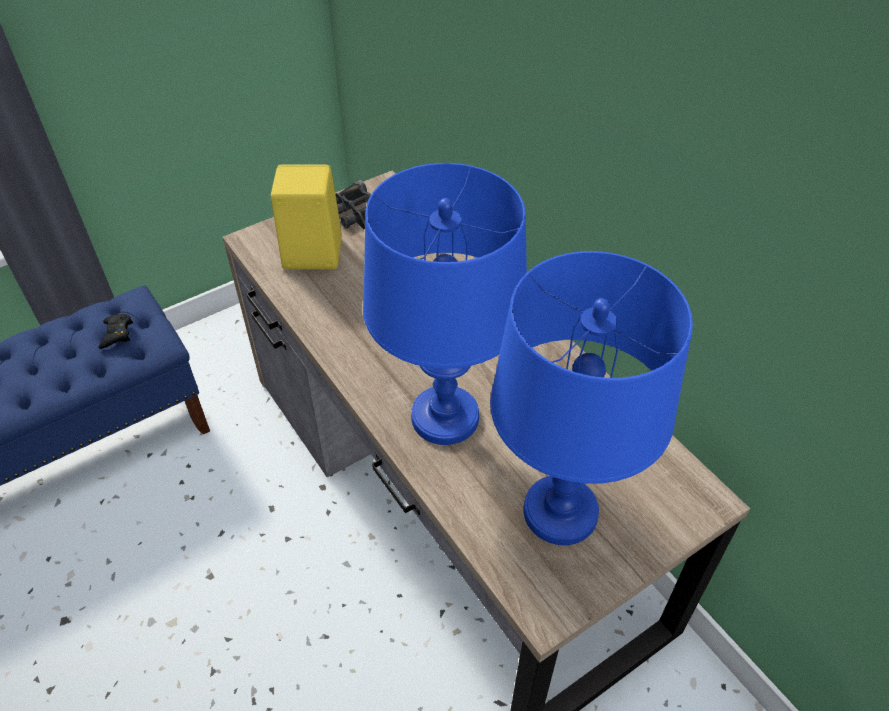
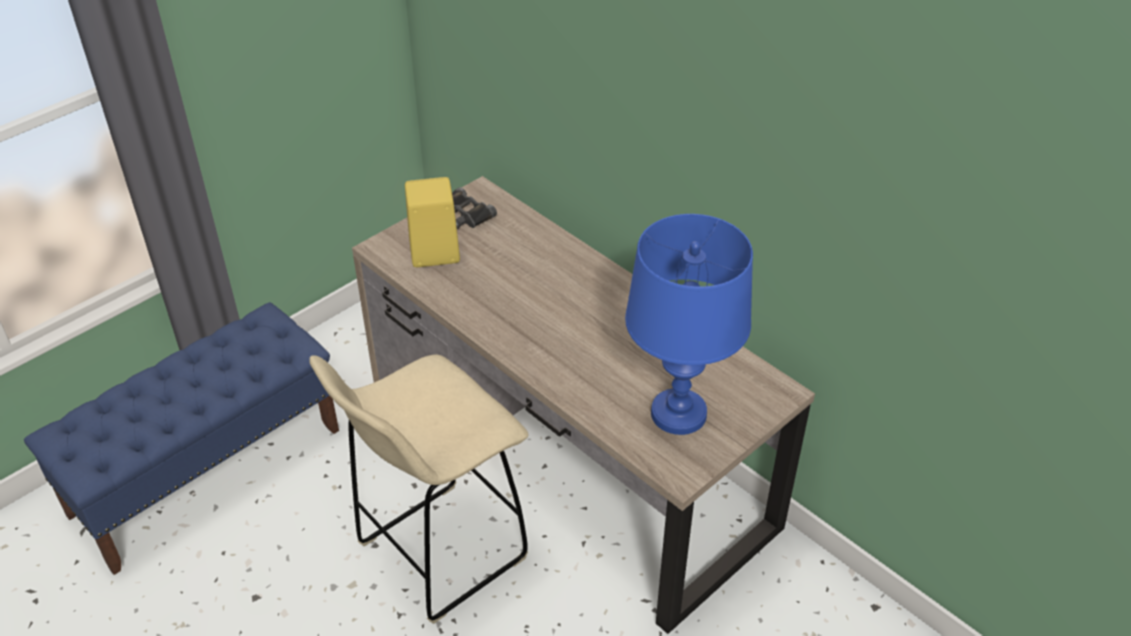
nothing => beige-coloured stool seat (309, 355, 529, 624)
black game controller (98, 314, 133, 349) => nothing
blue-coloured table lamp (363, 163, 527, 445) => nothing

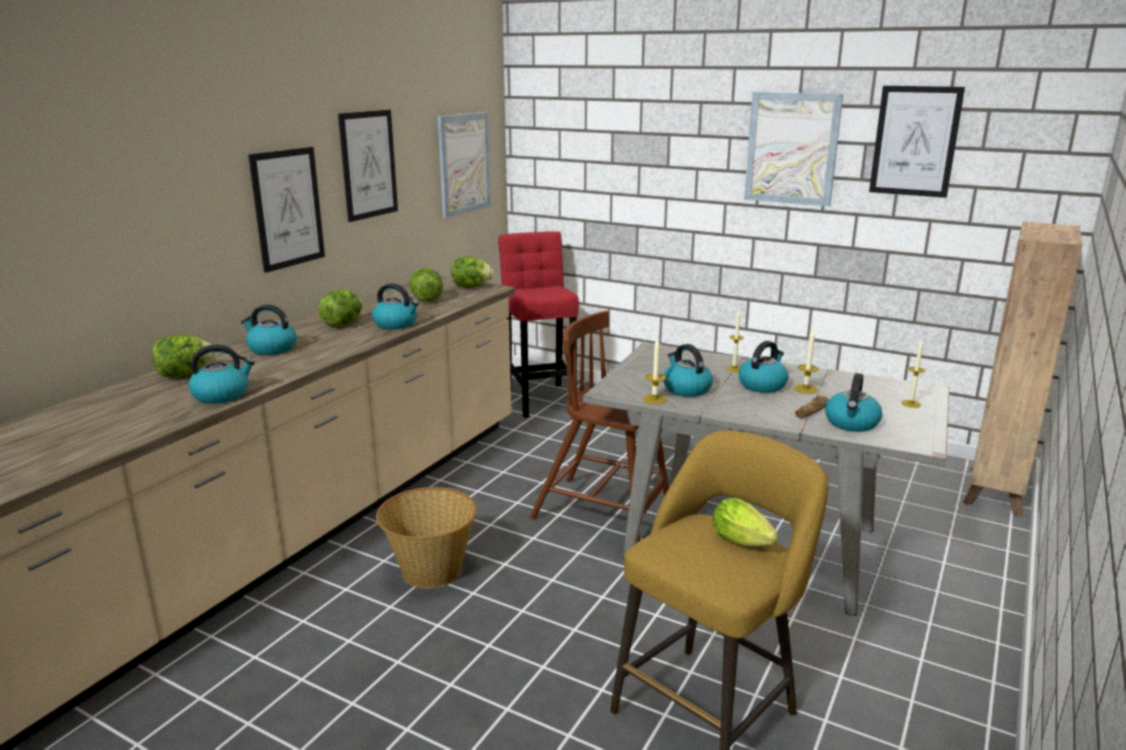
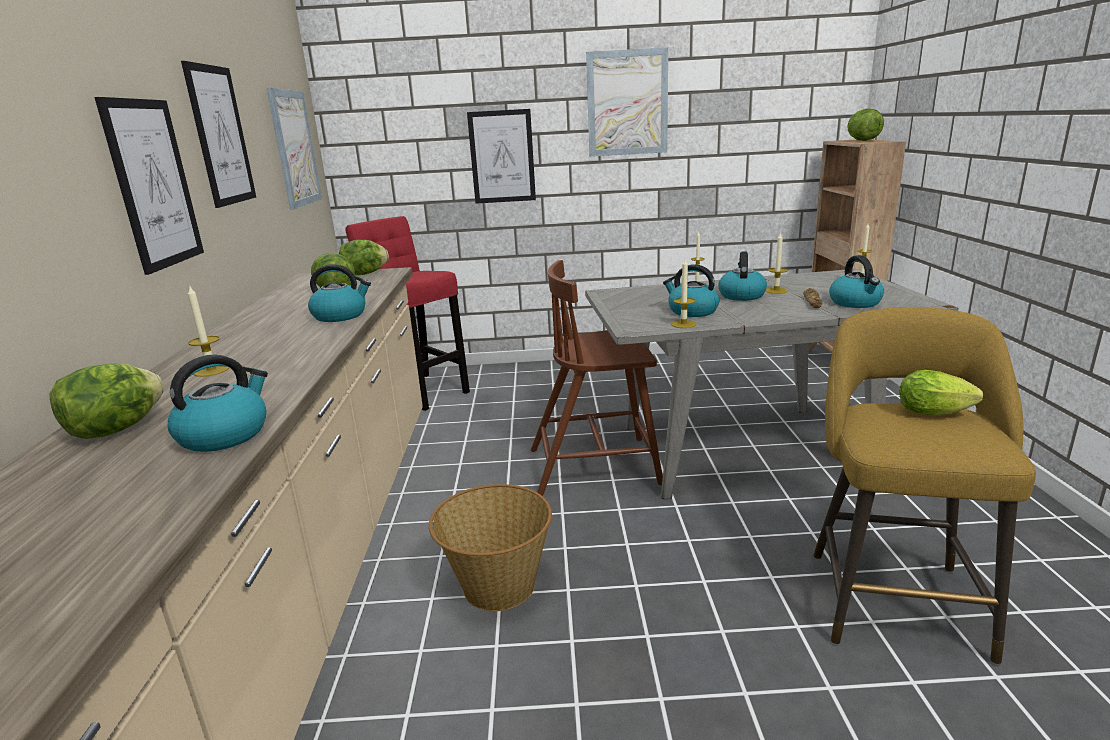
kettle (241, 305, 297, 355) => wax light (188, 285, 229, 377)
picture (869, 86, 965, 198) => picture (467, 109, 536, 204), shifted
head of lettuce (318, 289, 363, 327) => head of lettuce (847, 109, 884, 141), shifted

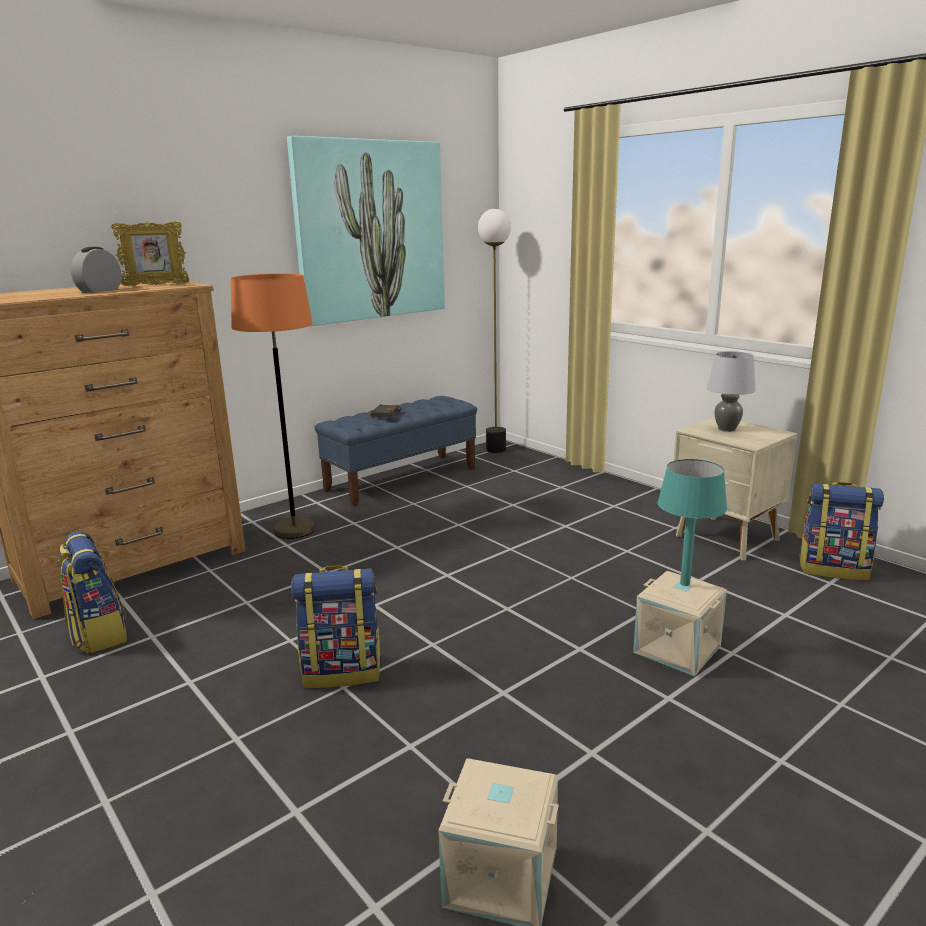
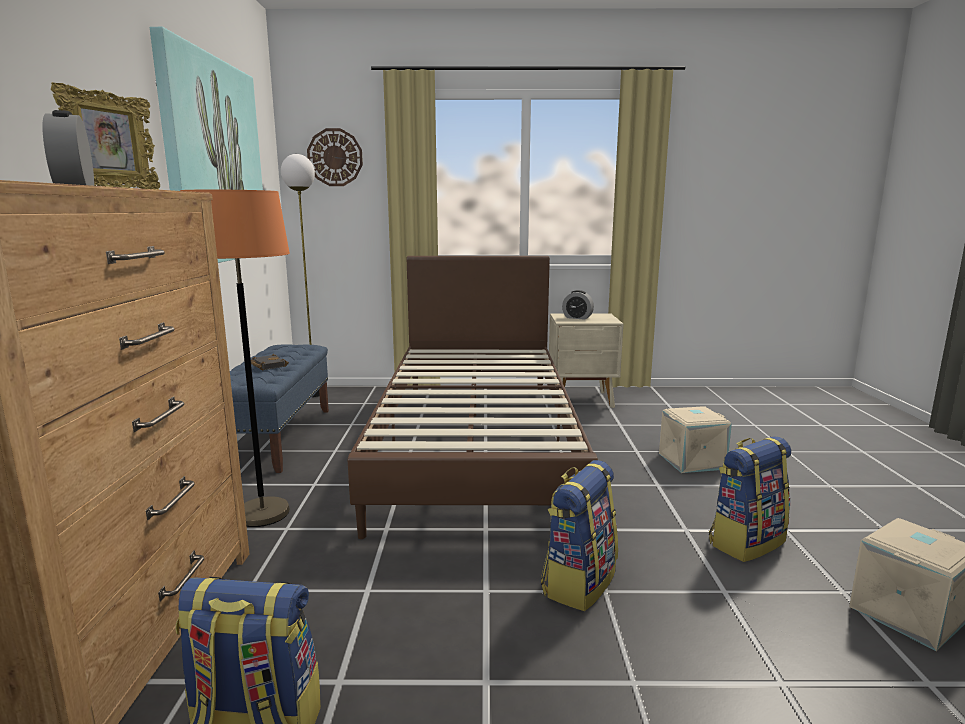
nothing => wall clock (307, 128, 363, 186)
nothing => brown-coloured bedroom bed (348, 256, 598, 539)
greyish table lamp (707, 351, 756, 432) => bedside clock (562, 290, 594, 320)
backpack (799, 482, 884, 581) => backpack (709, 436, 791, 562), shifted
blue-green table lamp (657, 459, 728, 586) => nothing

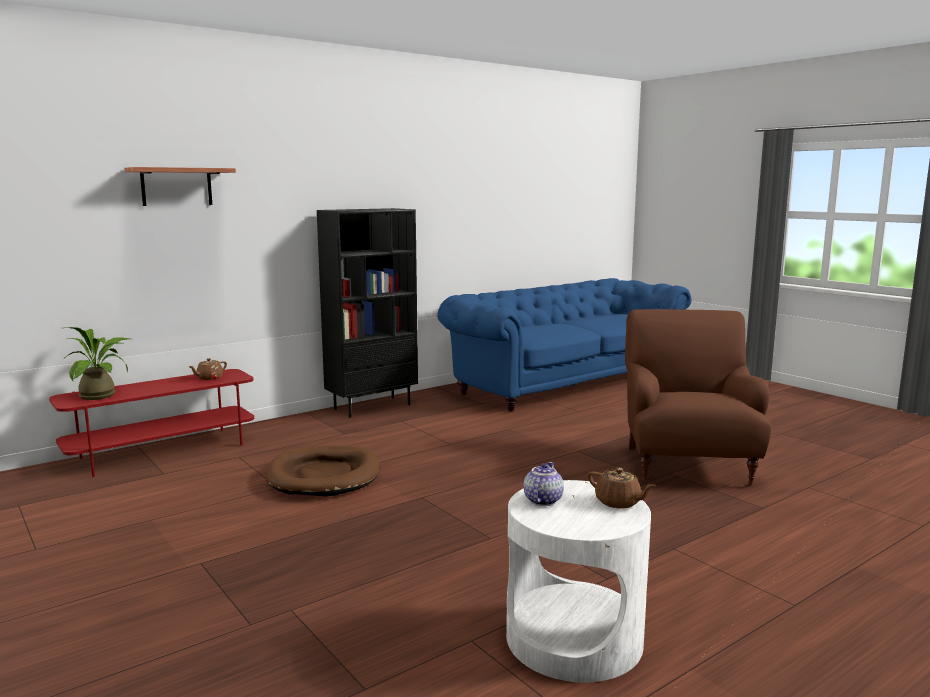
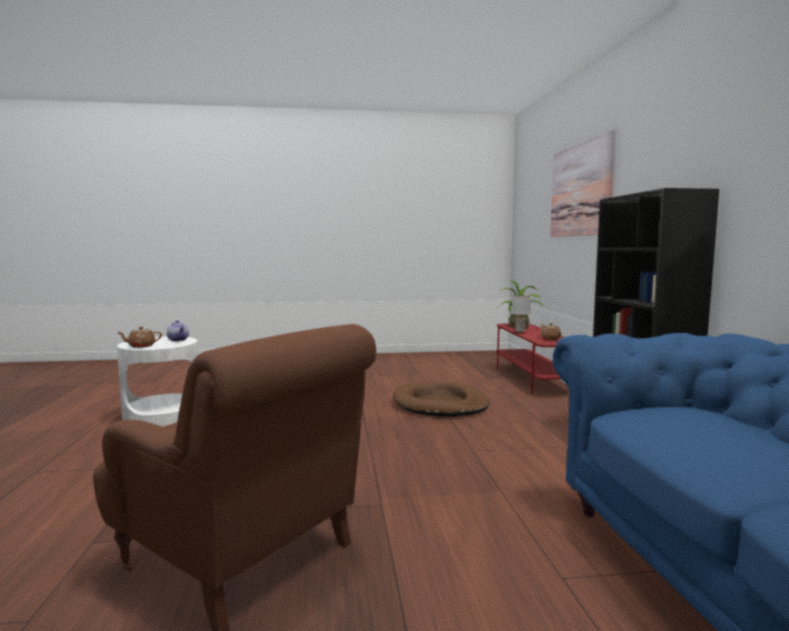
nothing => greyish table lamp (510, 295, 531, 333)
bracket shelf (125, 167, 236, 206) => picture (550, 130, 616, 237)

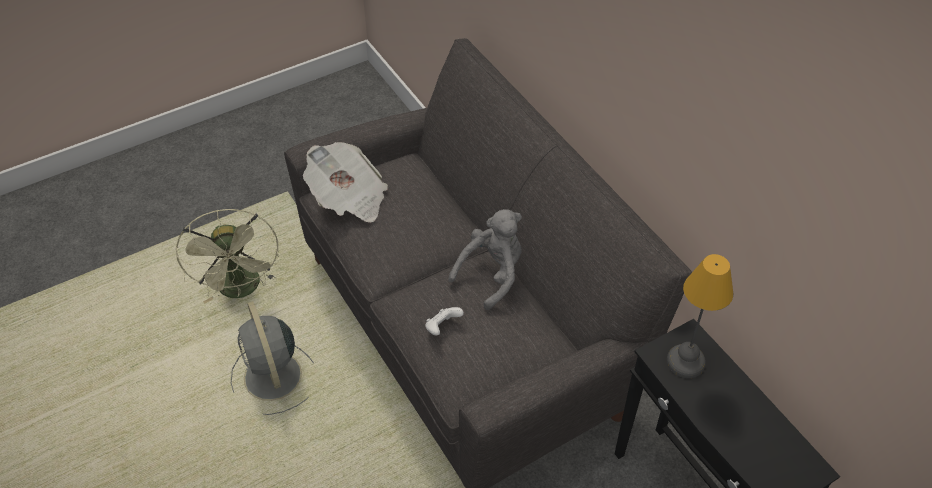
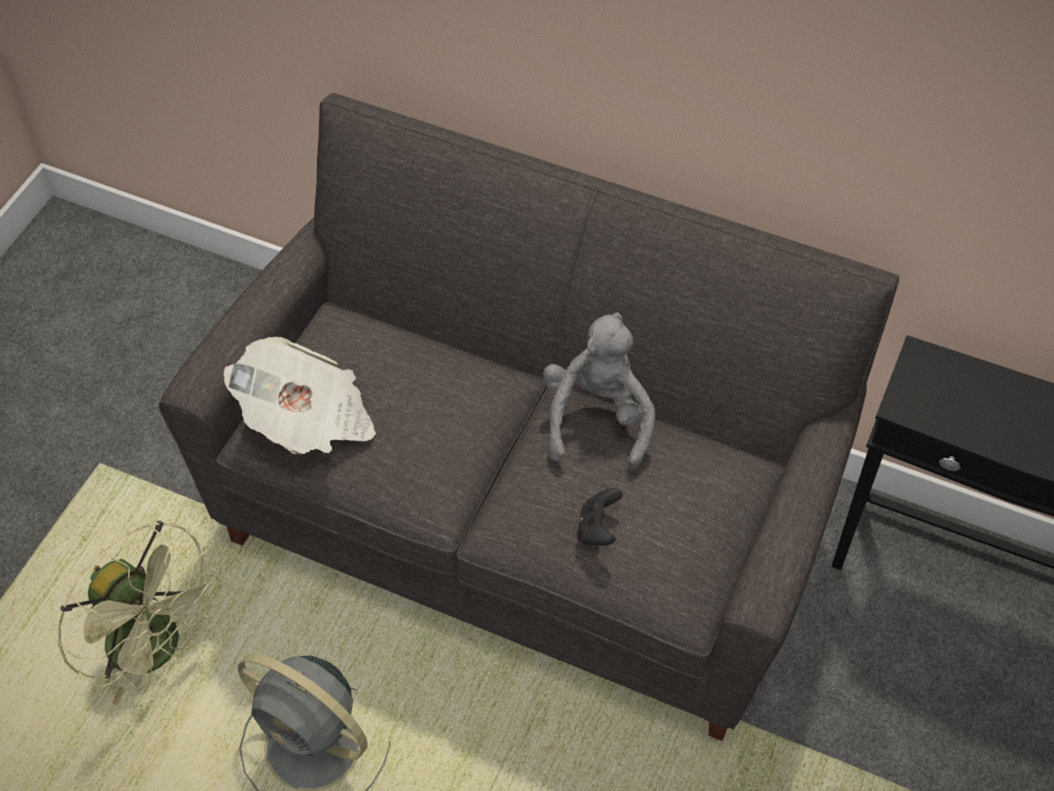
white game controller (425, 307, 464, 335) => black game controller (577, 488, 623, 545)
table lamp (667, 254, 733, 378) => nothing

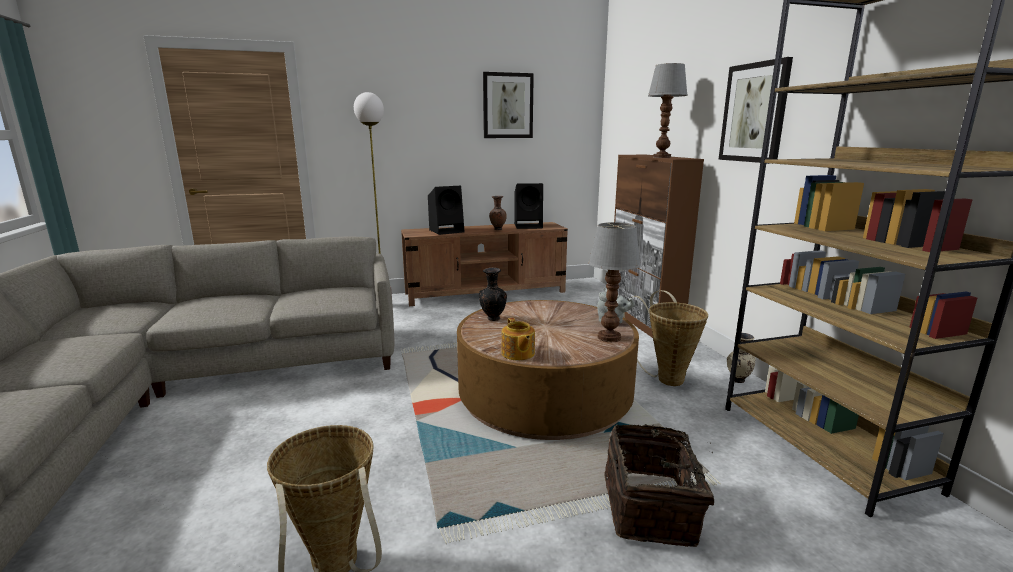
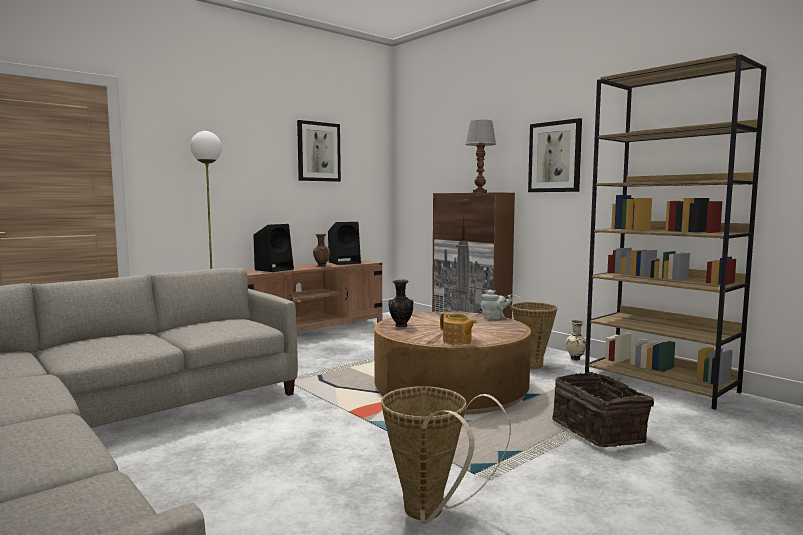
table lamp (588, 222, 641, 342) => nothing

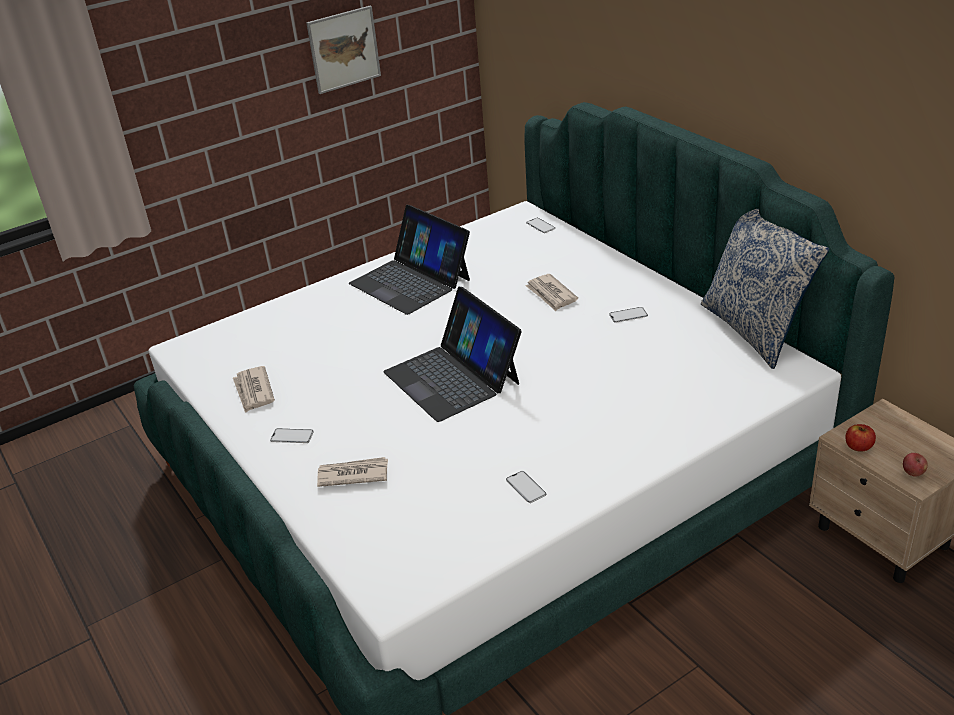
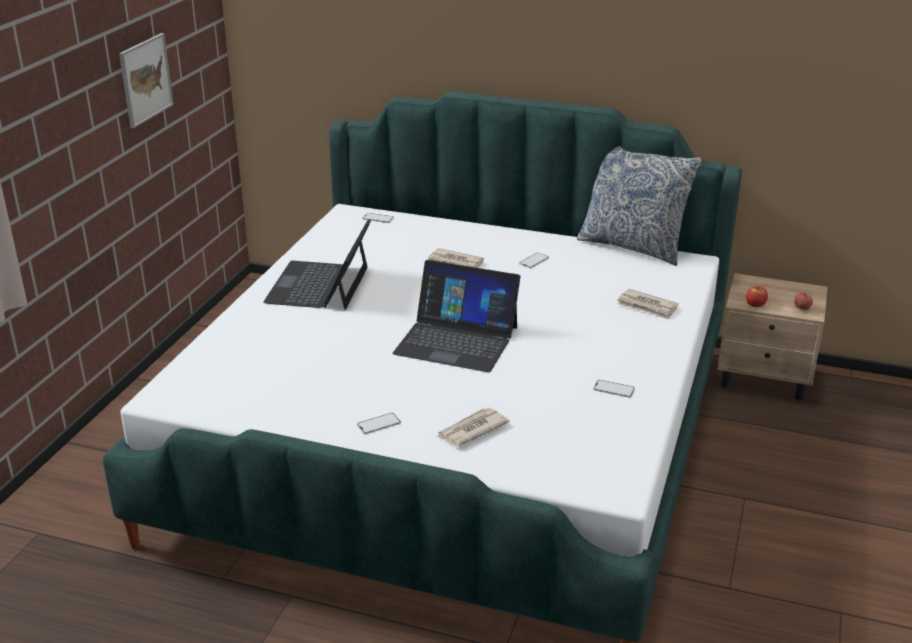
portable computer (349, 205, 470, 315) => portable computer (263, 220, 371, 310), 90 degrees clockwise
daily paper (233, 366, 275, 413) => daily paper (617, 289, 679, 320), shifted

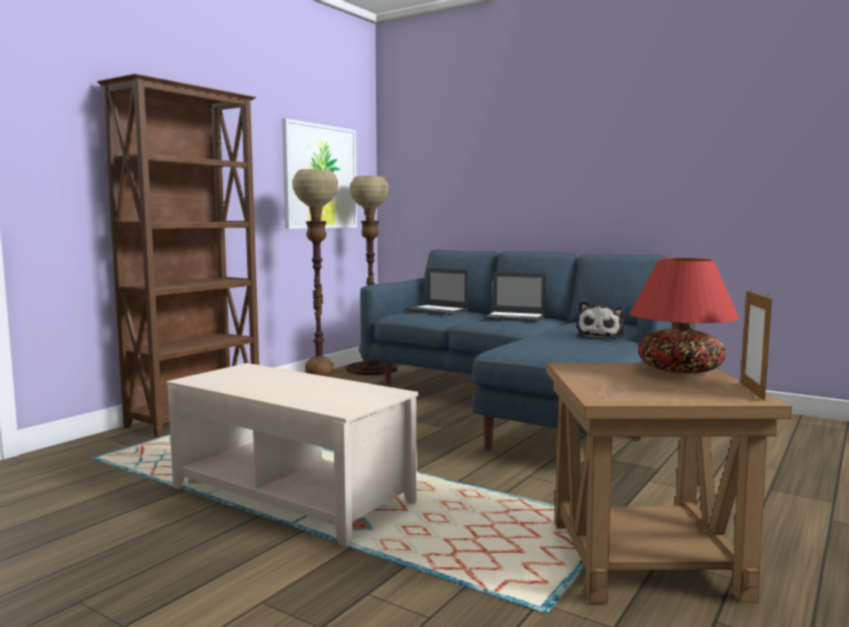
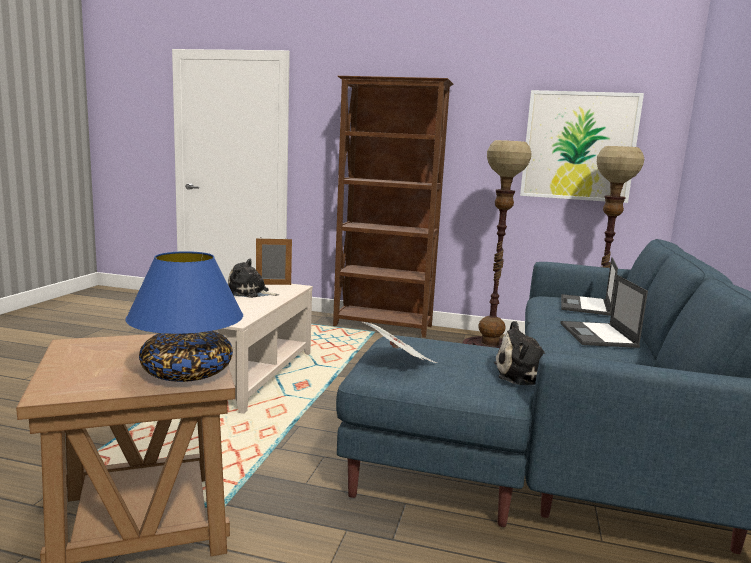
reddish table lamp (630, 258, 739, 373) => blue-coloured table lamp (126, 251, 243, 382)
nothing => soft toy (228, 259, 279, 298)
standing frame (740, 289, 772, 401) => standing frame (256, 238, 292, 285), shifted
nothing => daily paper (363, 322, 437, 363)

